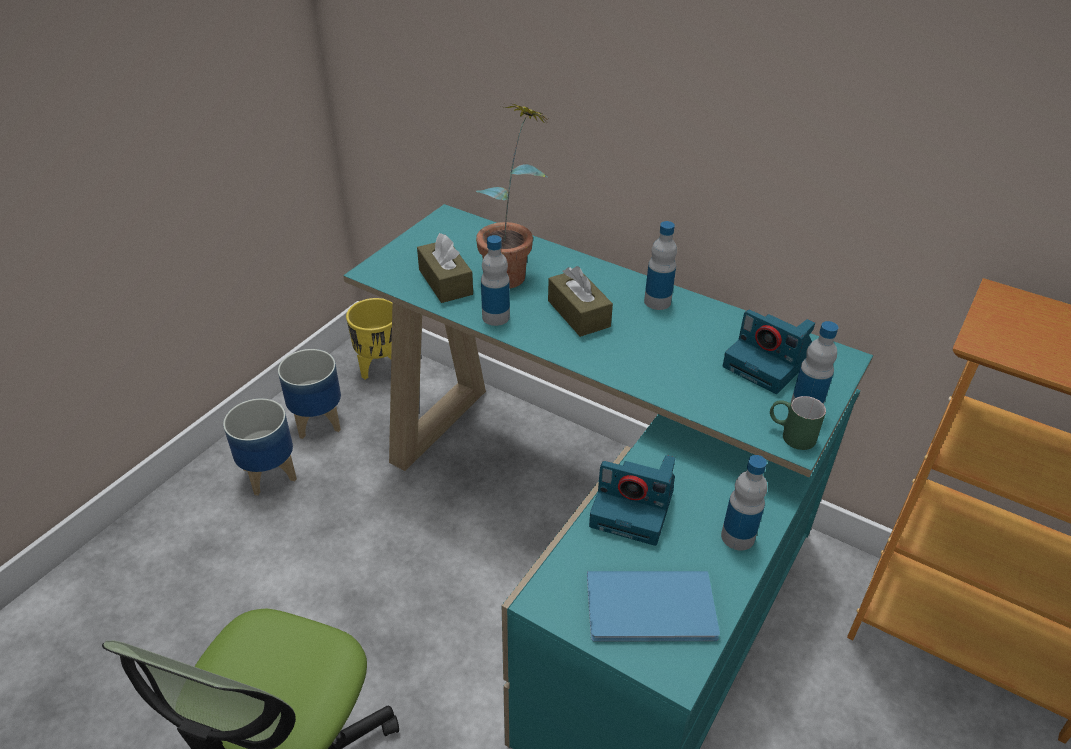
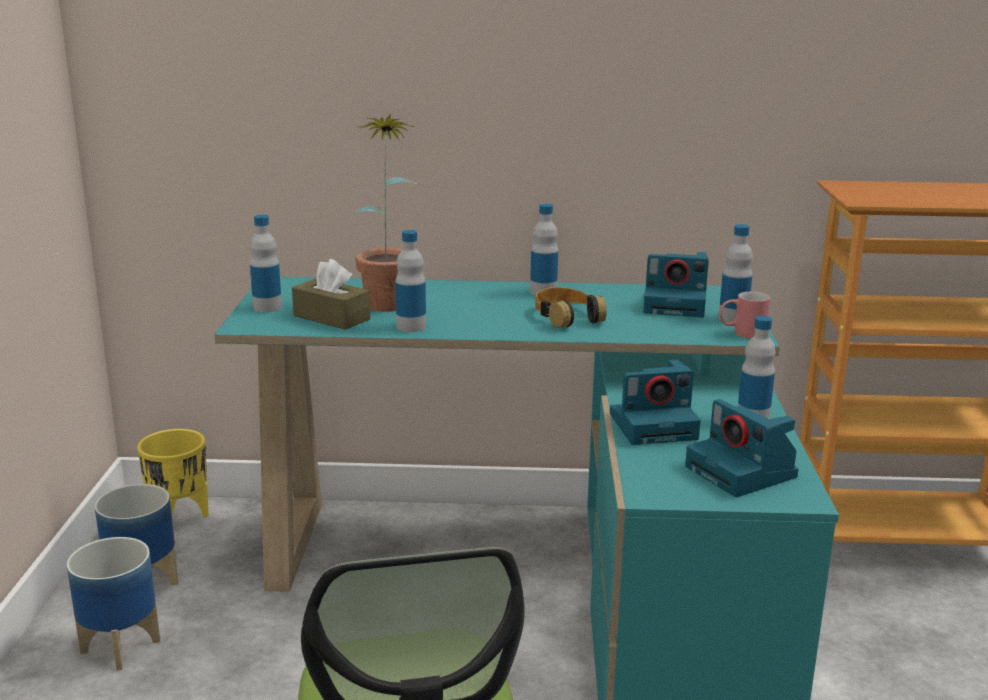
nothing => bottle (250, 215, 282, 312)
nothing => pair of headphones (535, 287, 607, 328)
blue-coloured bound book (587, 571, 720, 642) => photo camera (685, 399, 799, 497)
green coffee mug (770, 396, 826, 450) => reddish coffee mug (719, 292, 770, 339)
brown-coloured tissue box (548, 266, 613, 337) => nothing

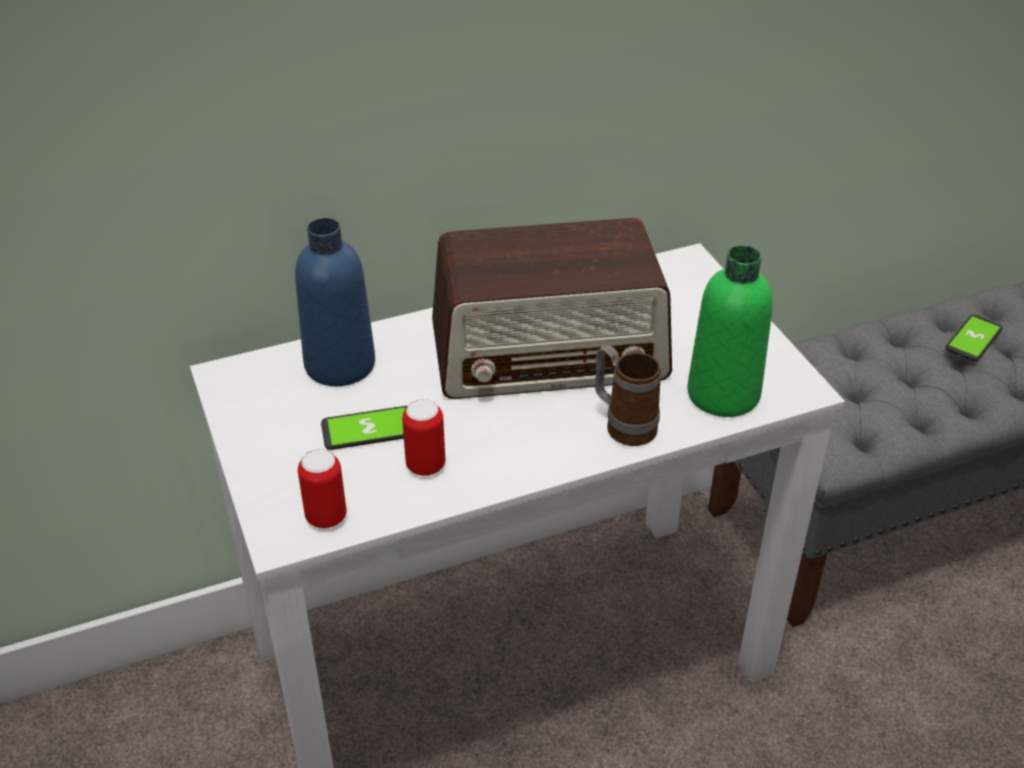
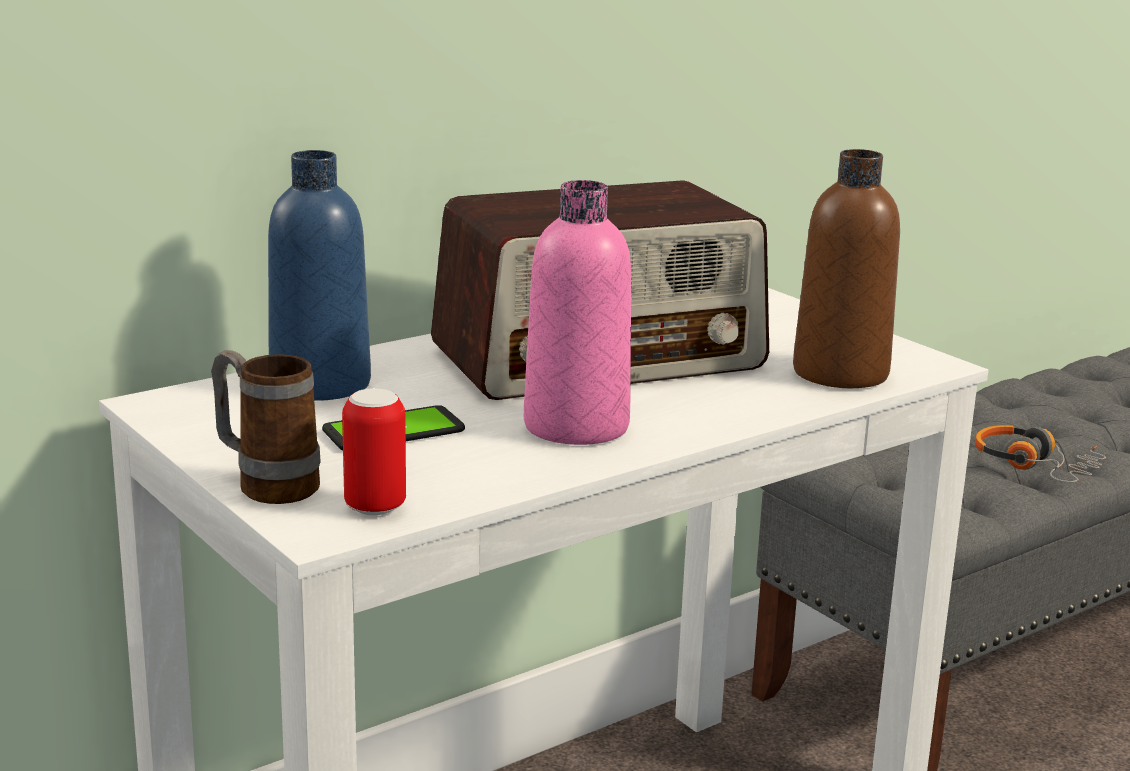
coffee mug (595, 345, 661, 446) => coffee mug (211, 350, 321, 504), shifted
nothing => pinkish bottle (524, 180, 631, 445)
green bottle (687, 245, 773, 417) => brown-coloured bottle (793, 149, 900, 388)
nothing => pair of headphones (975, 425, 1106, 482)
metal can (402, 399, 445, 476) => nothing
phone (945, 314, 1003, 361) => nothing

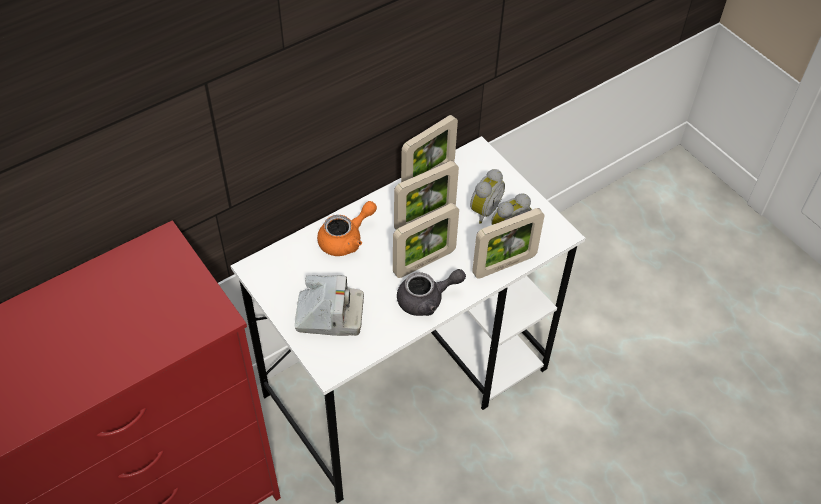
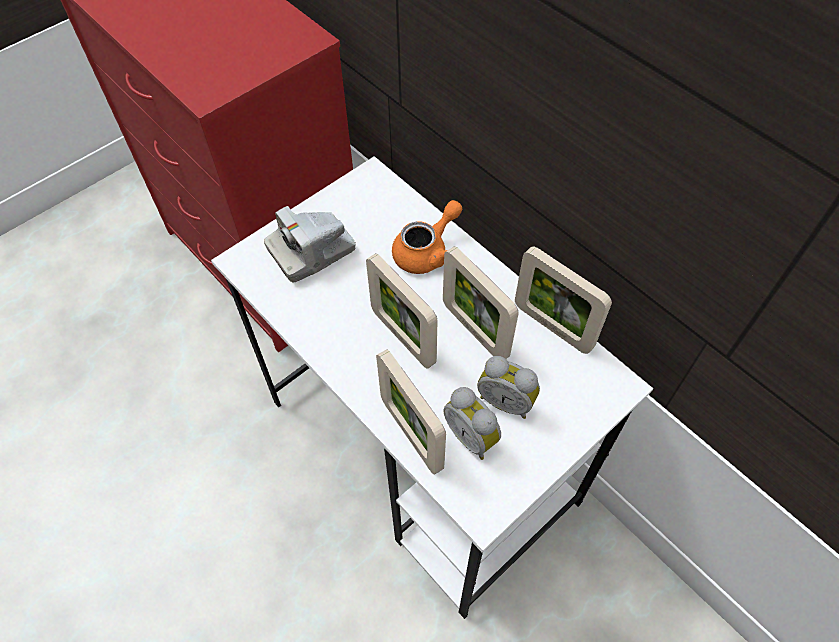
photo camera (294, 275, 364, 336) => photo camera (264, 206, 356, 282), 60 degrees clockwise
orange-coloured teapot (317, 201, 377, 256) => orange-coloured teapot (392, 200, 462, 274), 90 degrees counterclockwise
greyish teapot (397, 269, 466, 316) => nothing

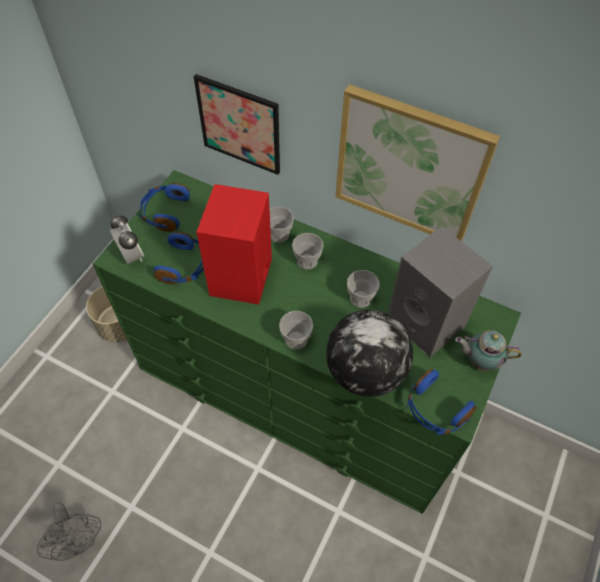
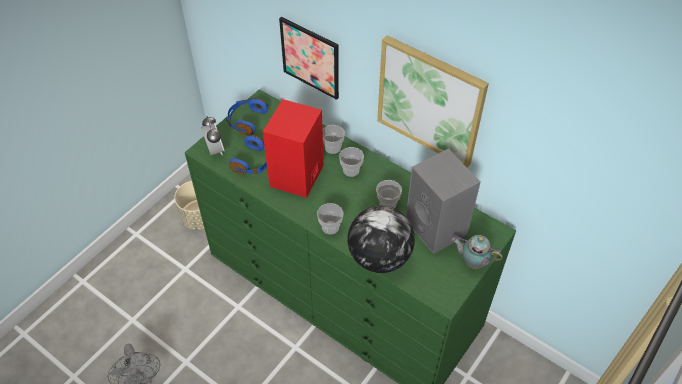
blue-coloured pair of headphones (407, 369, 477, 435) => nothing

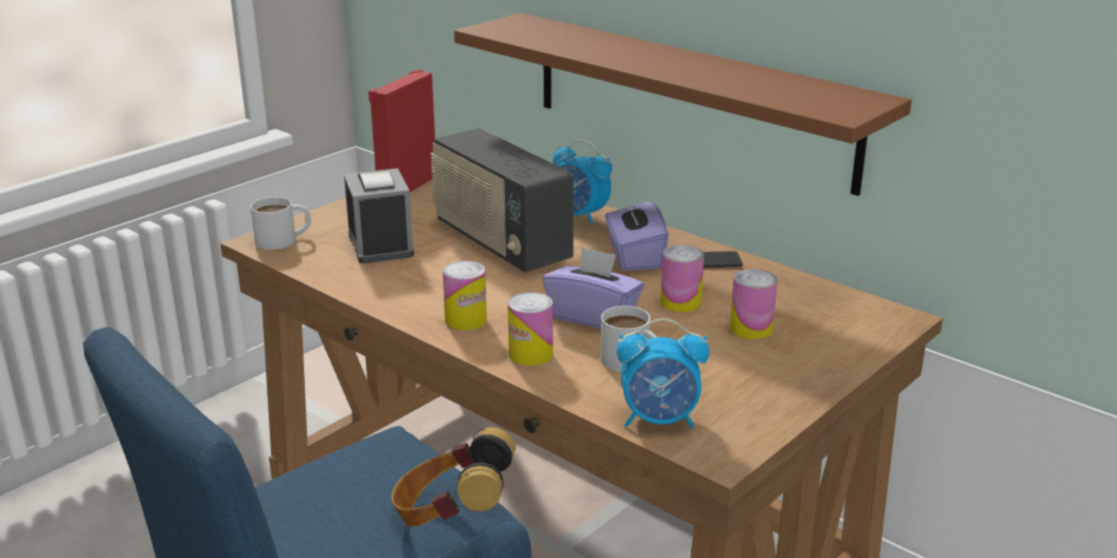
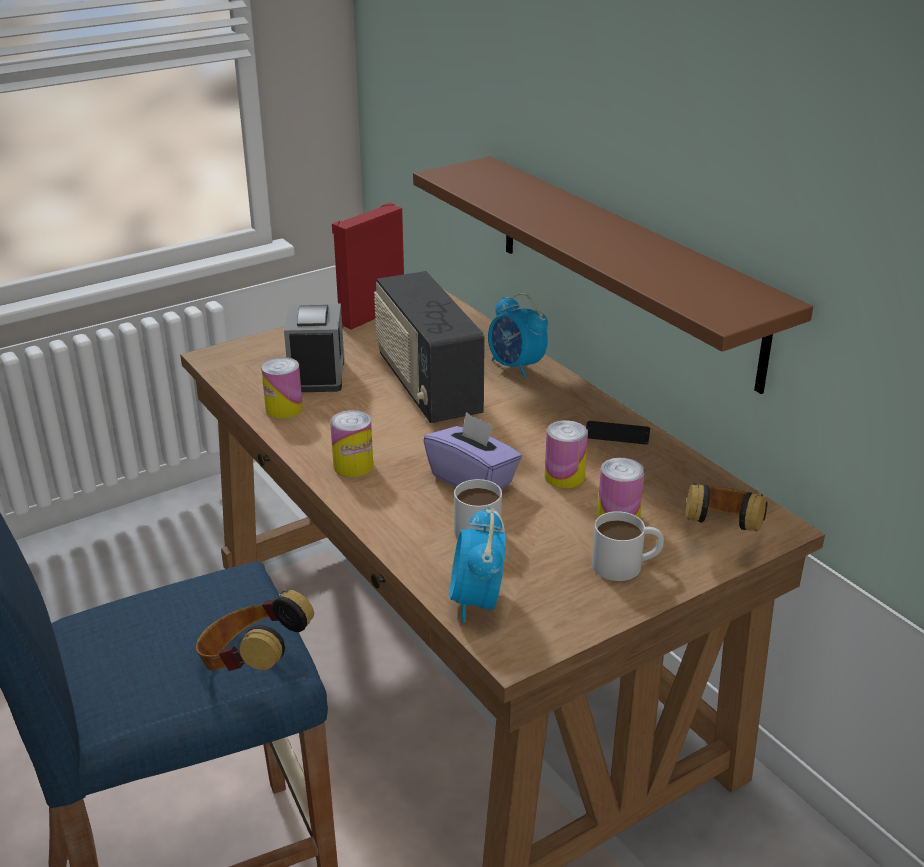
metal can (508, 292, 553, 366) => metal can (261, 357, 303, 419), shifted
bedside clock (617, 318, 709, 428) => bedside clock (450, 507, 506, 622), 75 degrees clockwise
white coffee mug (250, 197, 311, 250) => white coffee mug (592, 511, 664, 581), shifted
nothing => pair of headphones (685, 483, 768, 532)
purple-coloured tissue box (605, 193, 669, 271) => nothing

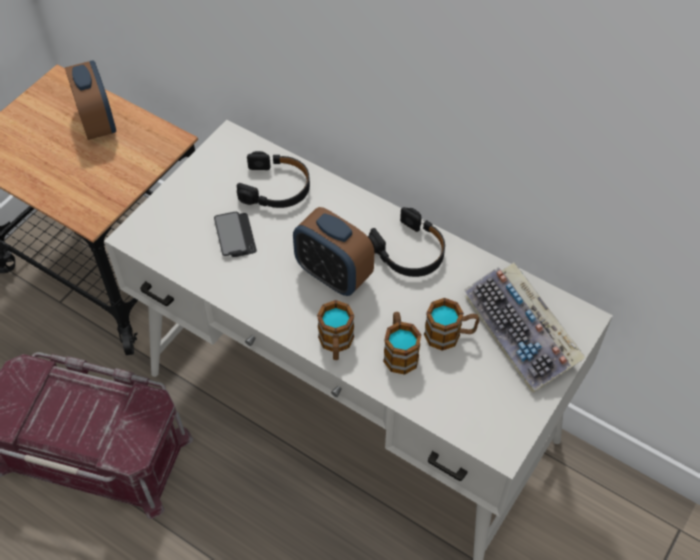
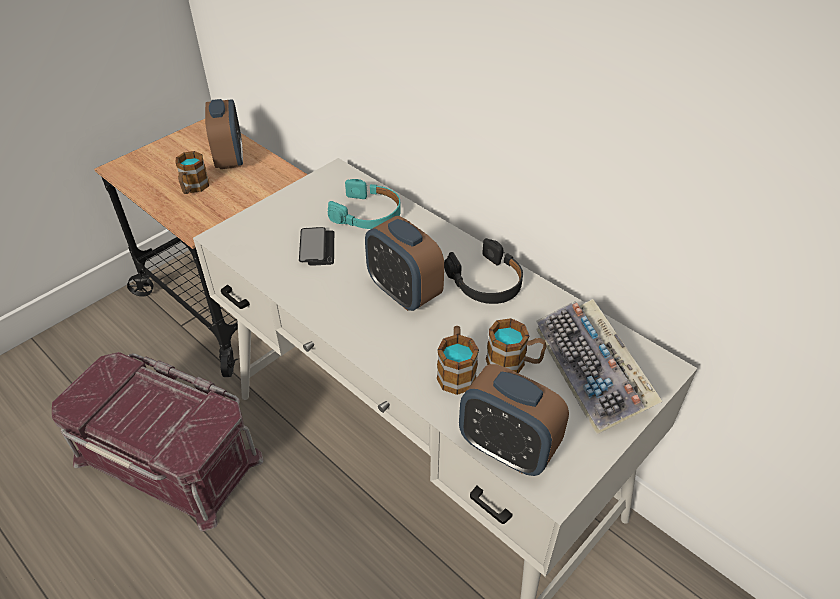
coffee mug (317, 300, 354, 360) => coffee mug (176, 151, 209, 194), shifted
black pair of headphones (237, 151, 310, 208) => blue-green pair of headphones (328, 179, 401, 229)
nothing => bedside clock (459, 364, 569, 476)

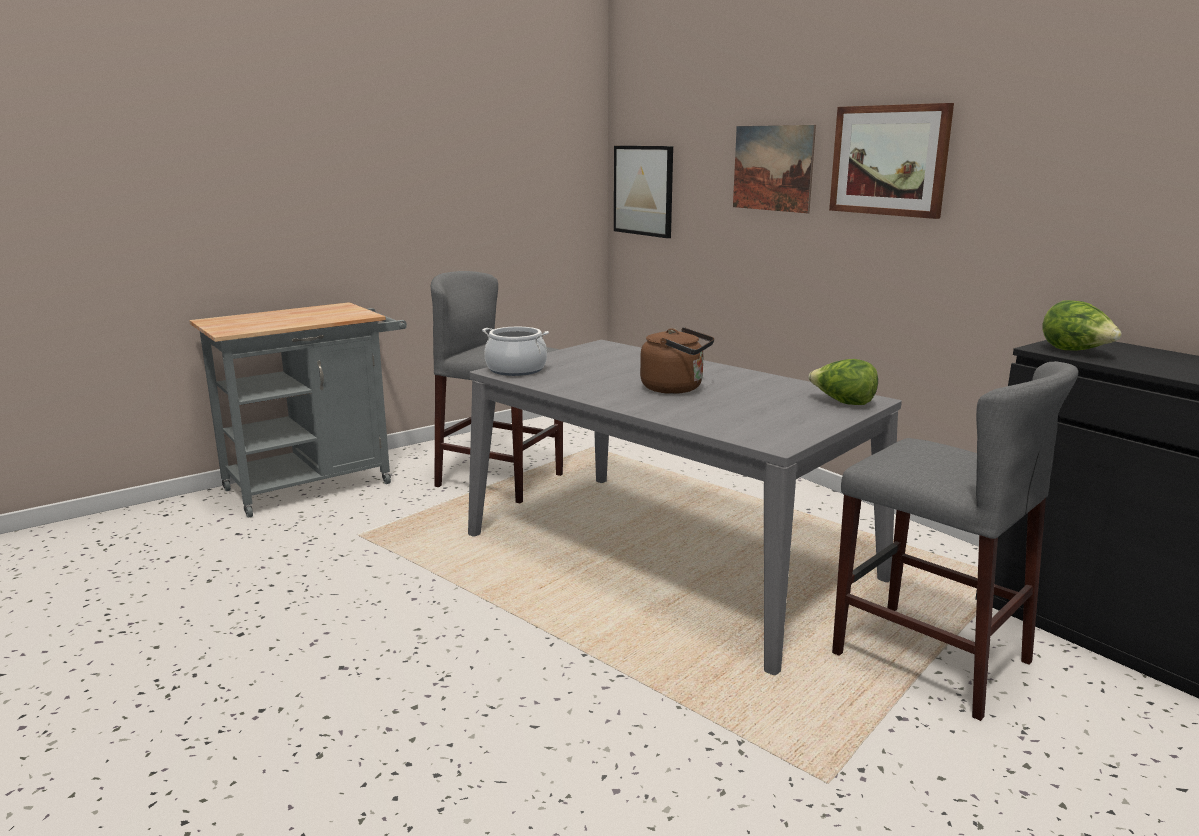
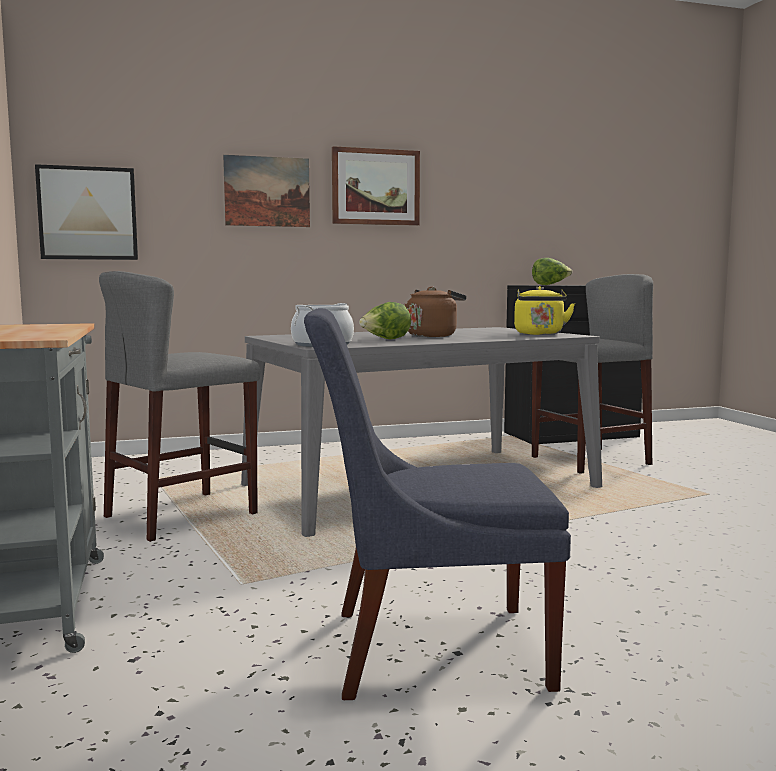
nothing => blue-coloured chair (304, 308, 571, 700)
head of lettuce (808, 359, 878, 405) => head of lettuce (359, 302, 411, 339), shifted
nothing => yellowish kettle (514, 286, 575, 335)

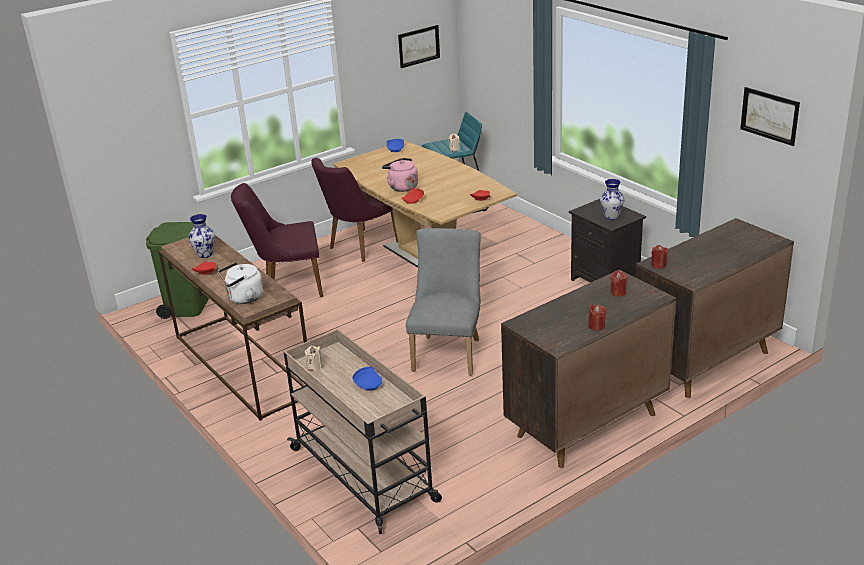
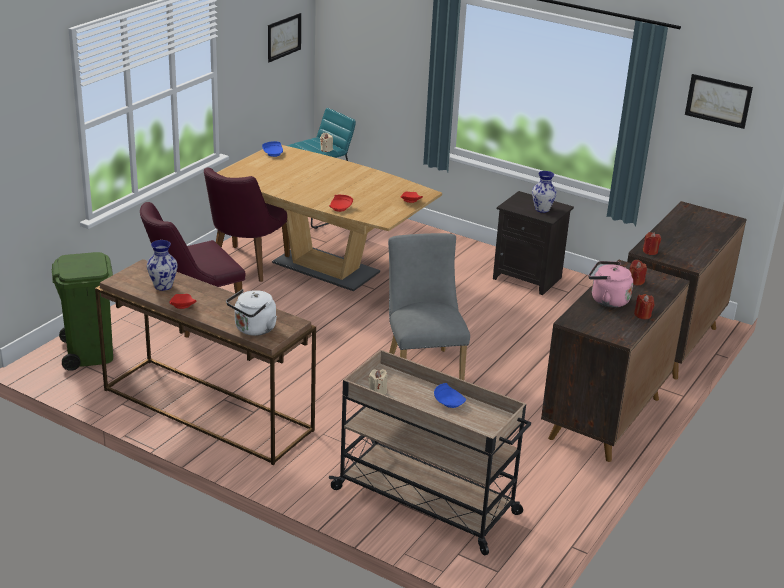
pinkish kettle (382, 158, 418, 192) => pinkish kettle (589, 261, 633, 307), shifted

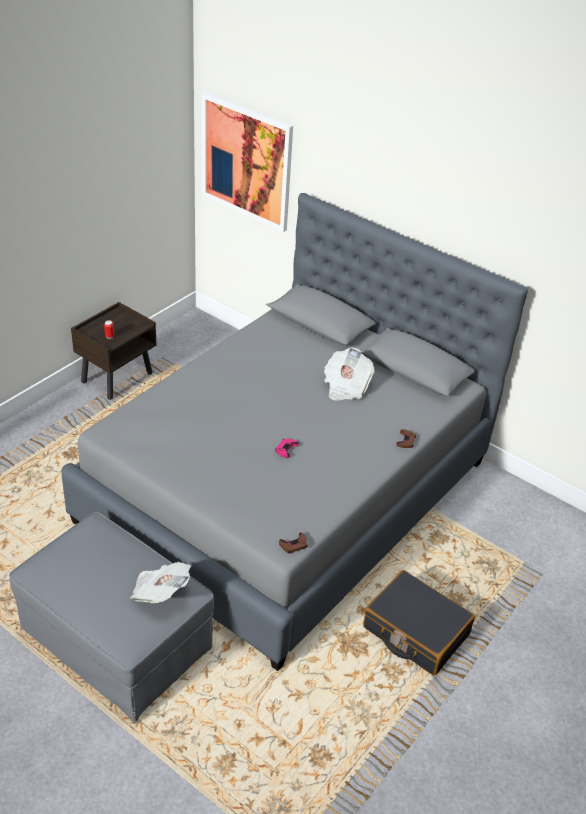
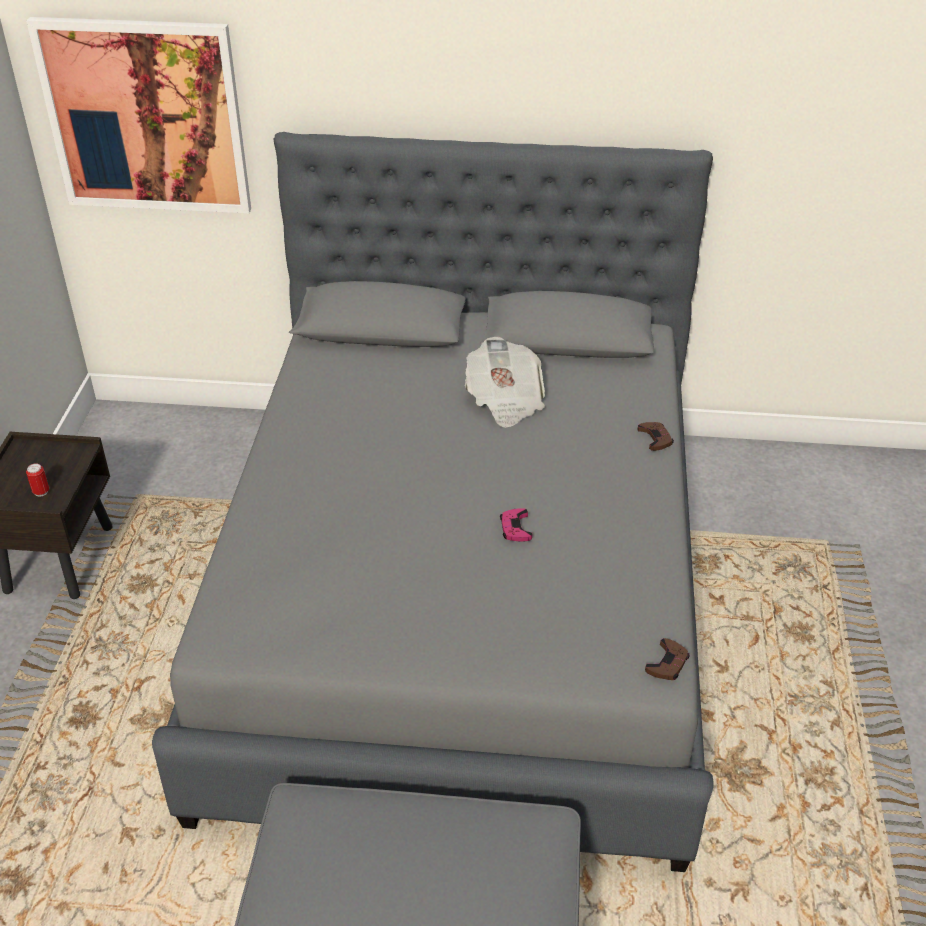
daily paper (130, 562, 191, 603) => nothing
black piece of luggage (363, 570, 475, 676) => nothing

